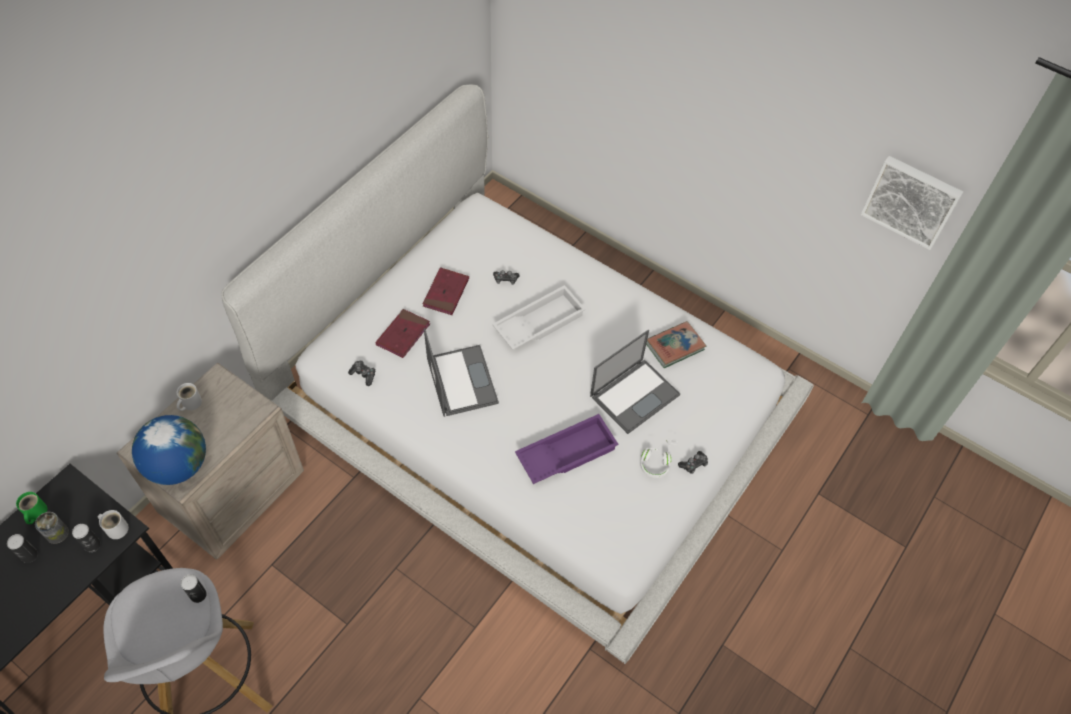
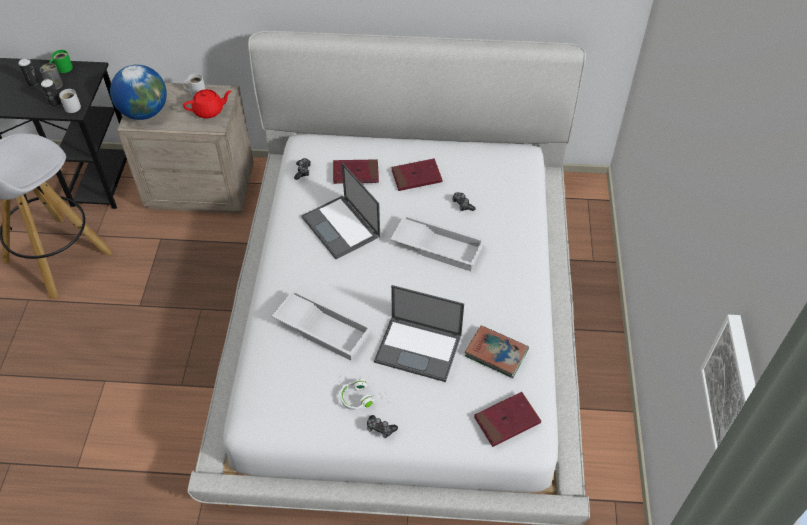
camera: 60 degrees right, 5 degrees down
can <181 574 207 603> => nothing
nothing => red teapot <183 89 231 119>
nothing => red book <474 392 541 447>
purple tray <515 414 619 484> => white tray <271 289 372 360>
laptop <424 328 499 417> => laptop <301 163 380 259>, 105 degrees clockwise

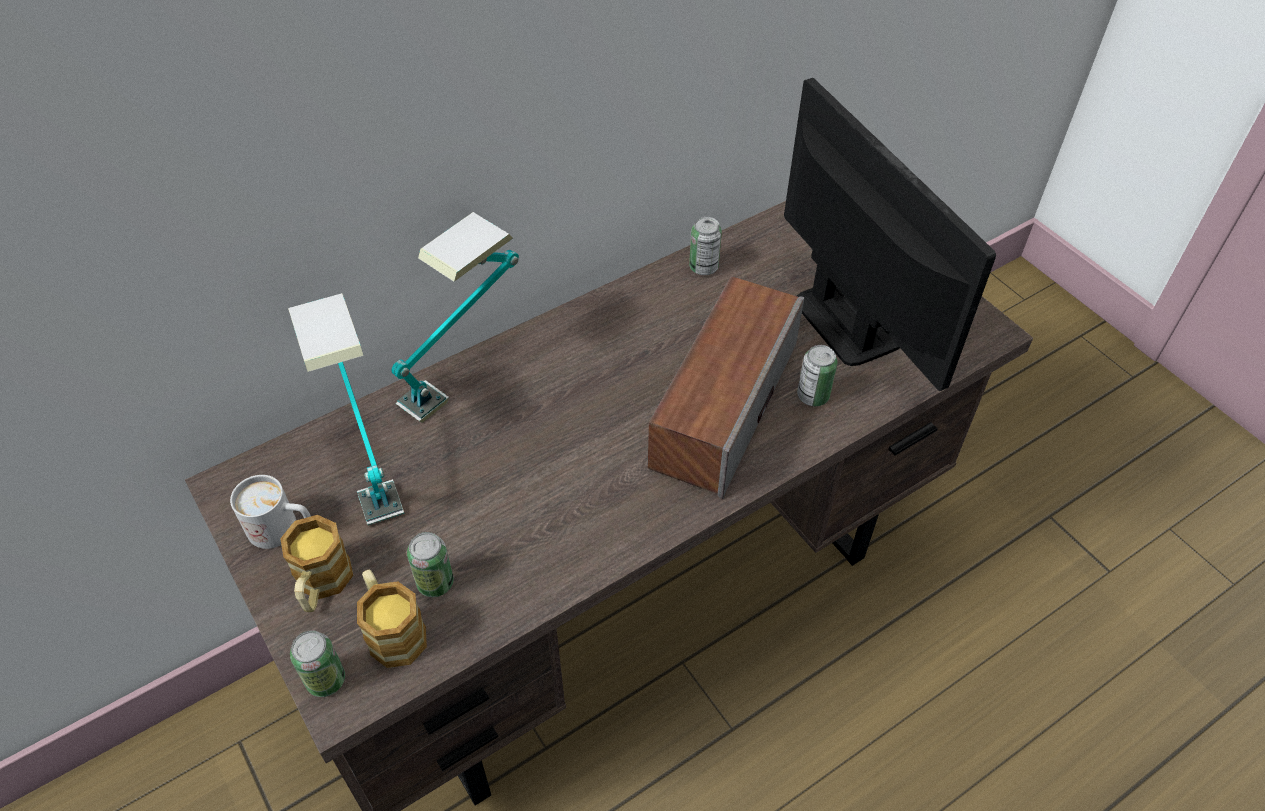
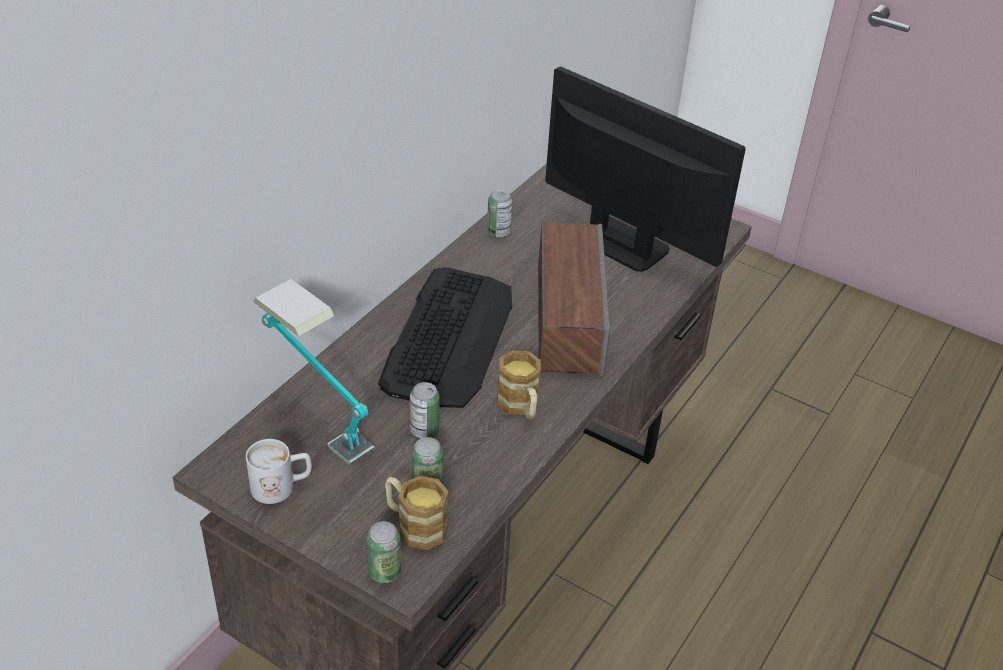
camera: 25 degrees left, 10 degrees down
table lamp <392 212 519 423> => nothing
nothing => keyboard <378 267 512 408>
mug <280 515 353 612> => mug <497 350 541 419>, relocated
can <797 345 838 406> => can <410 382 440 438>, relocated

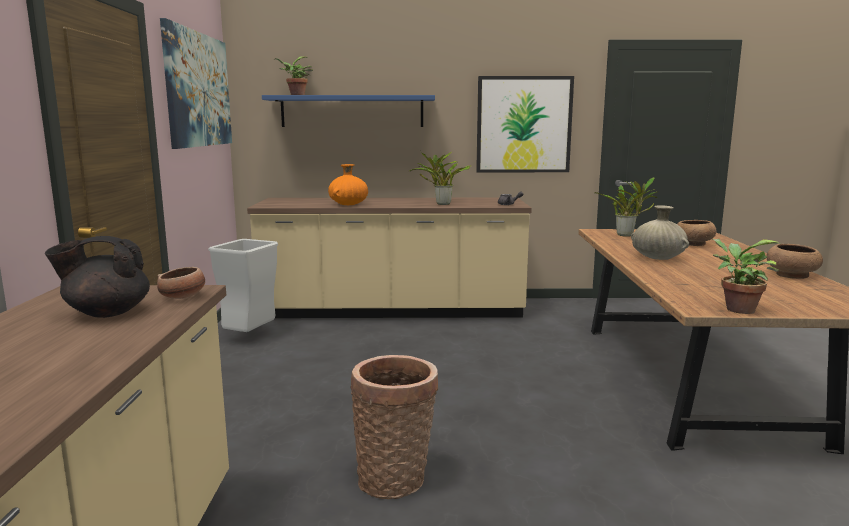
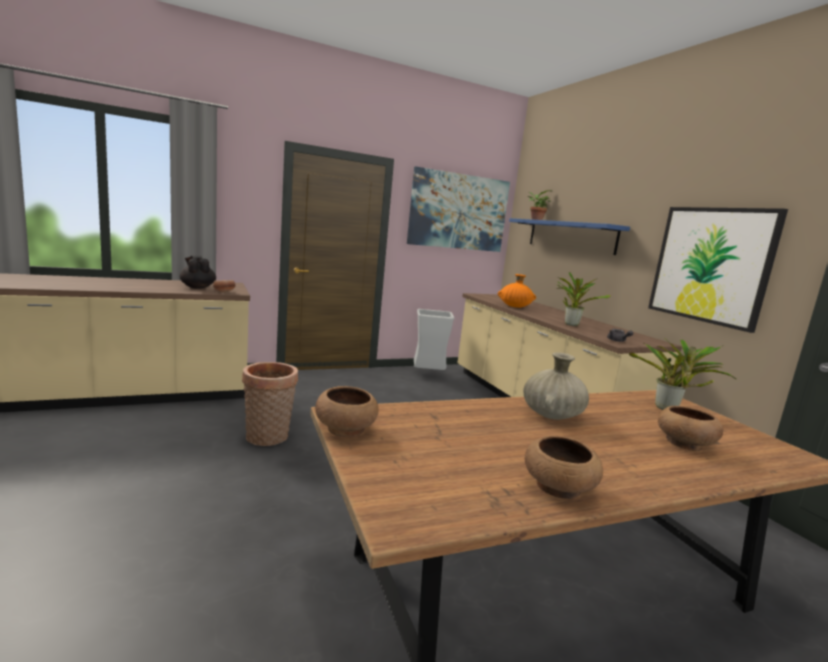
camera: 65 degrees right, 0 degrees up
potted plant <712 239 780 314> => brown bowl <315 386 379 437>

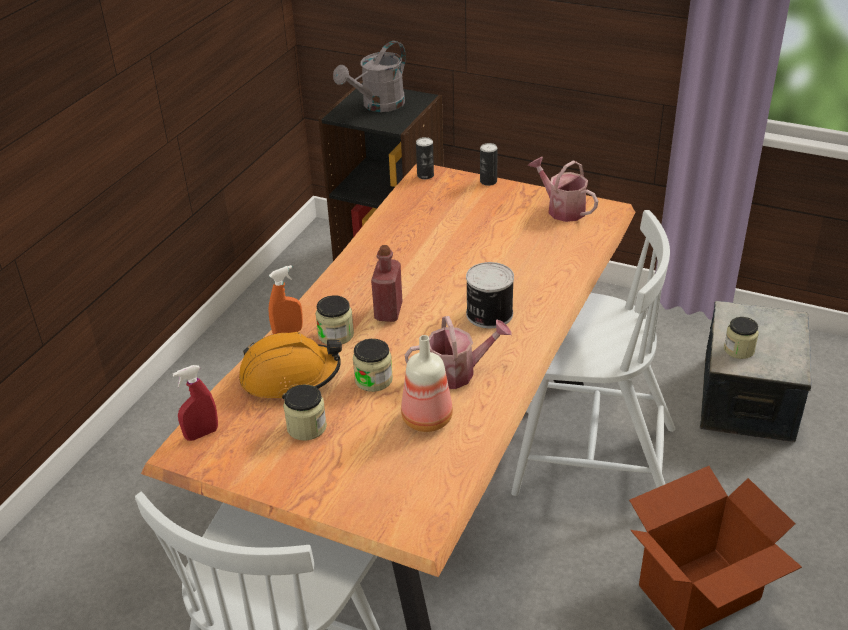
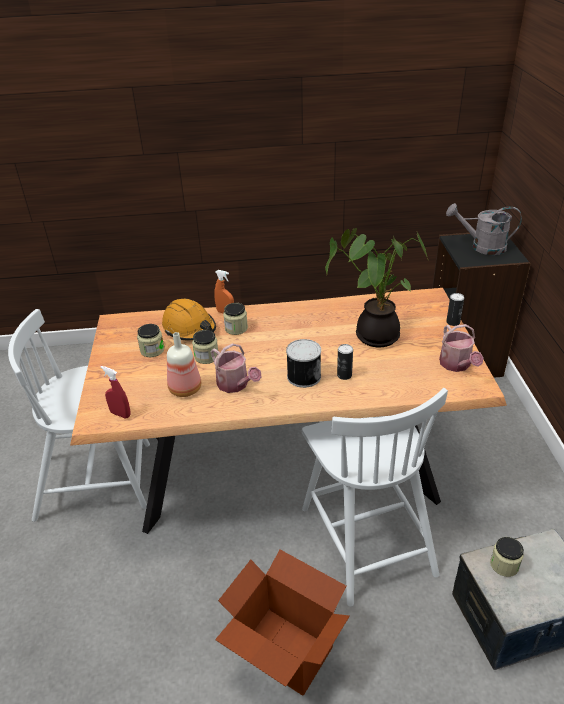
camera: 60 degrees right, 0 degrees up
red bottle <371 245 403 322> => nothing
nothing => potted plant <325 228 428 347>
red spray bottle <173 365 218 441> => red spray bottle <100 366 130 419>, relocated
can <416 137 434 179> => can <337 344 353 380>, relocated
watering can <528 157 598 222> => watering can <439 324 484 372>, 150 degrees clockwise

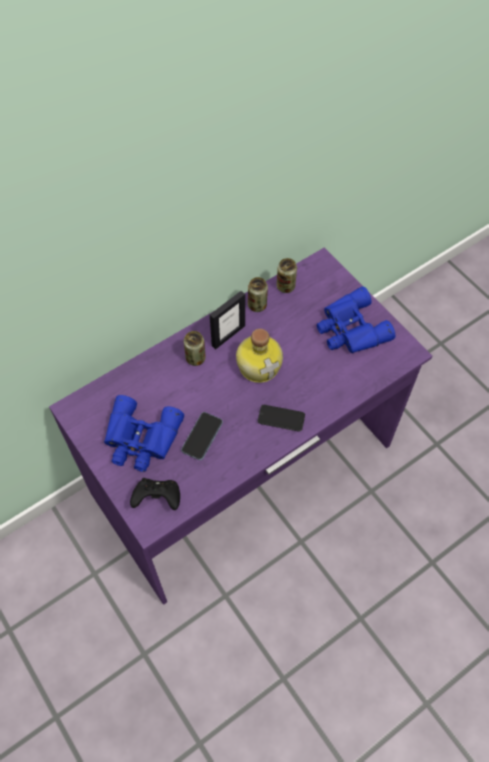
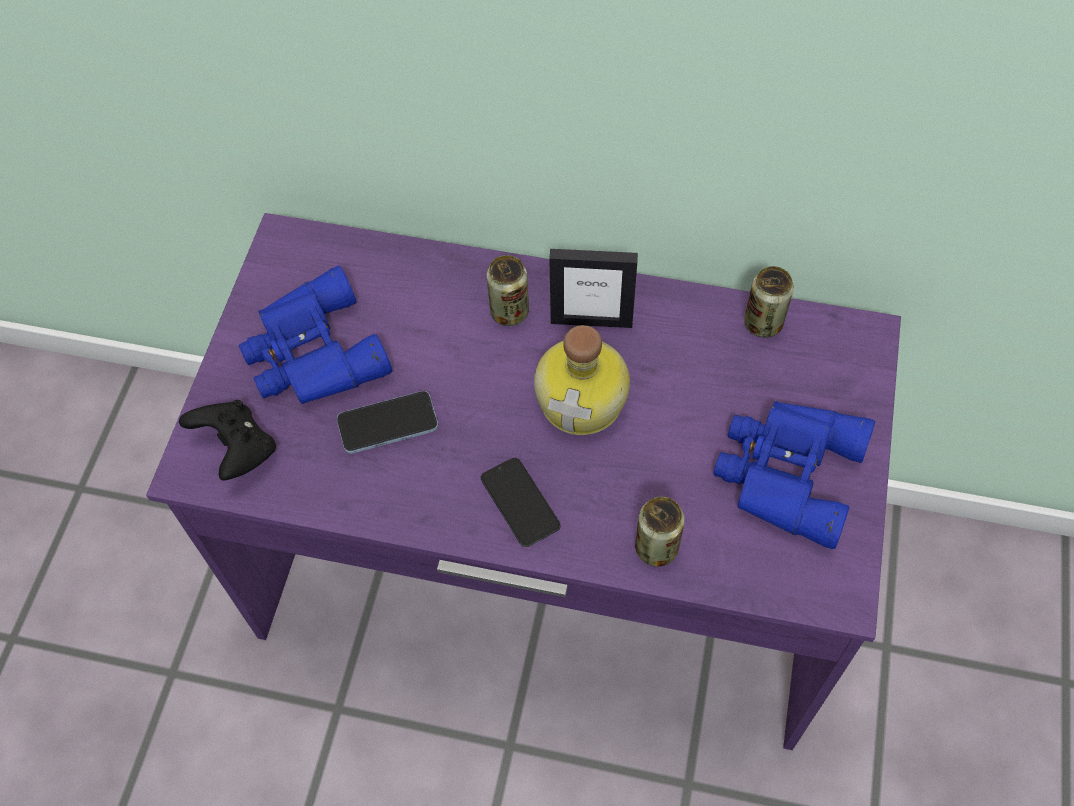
camera: 50 degrees right, 0 degrees up
can <248 277 268 312> => can <635 497 685 567>, relocated

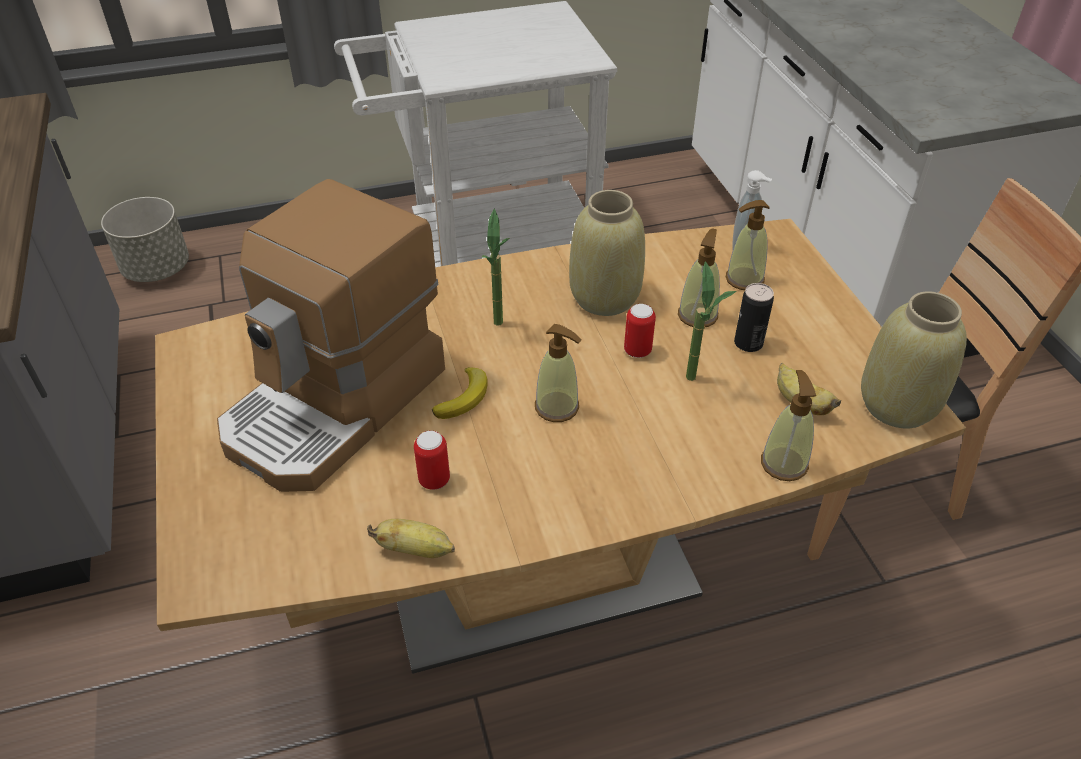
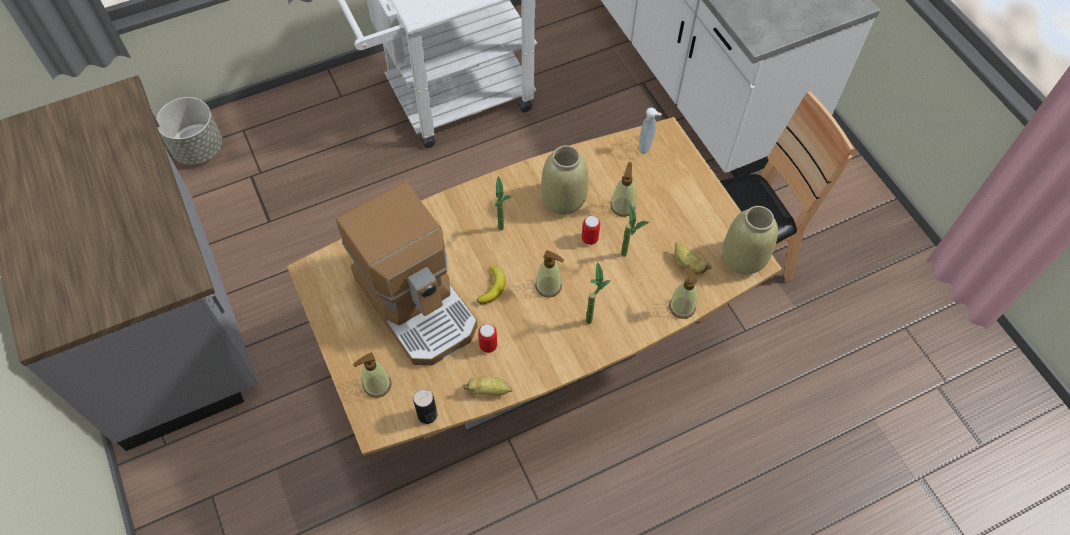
camera: 10 degrees left, 15 degrees up
nothing => potted plant <586 262 611 324>
soap dispenser <726 200 770 290> => soap dispenser <353 352 392 398>, relocated
can <734 283 774 352> => can <413 389 437 424>, relocated
coffee machine <217 179 445 492> => coffee machine <336 182 477 365>, 60 degrees counterclockwise

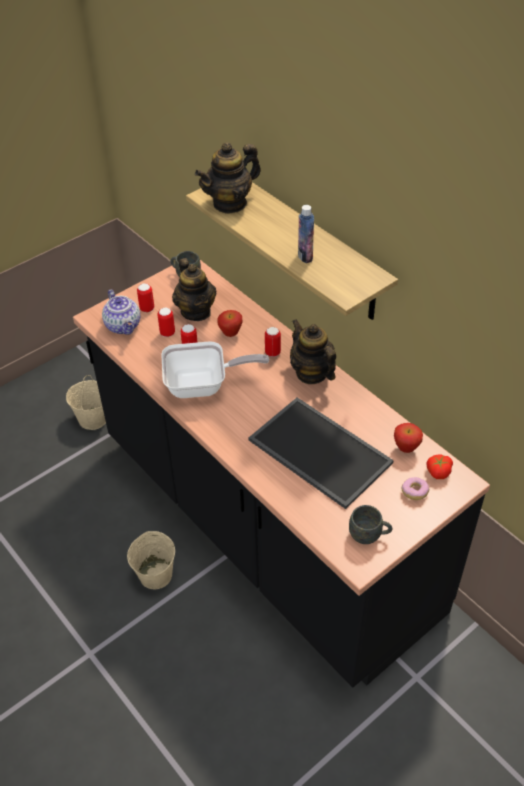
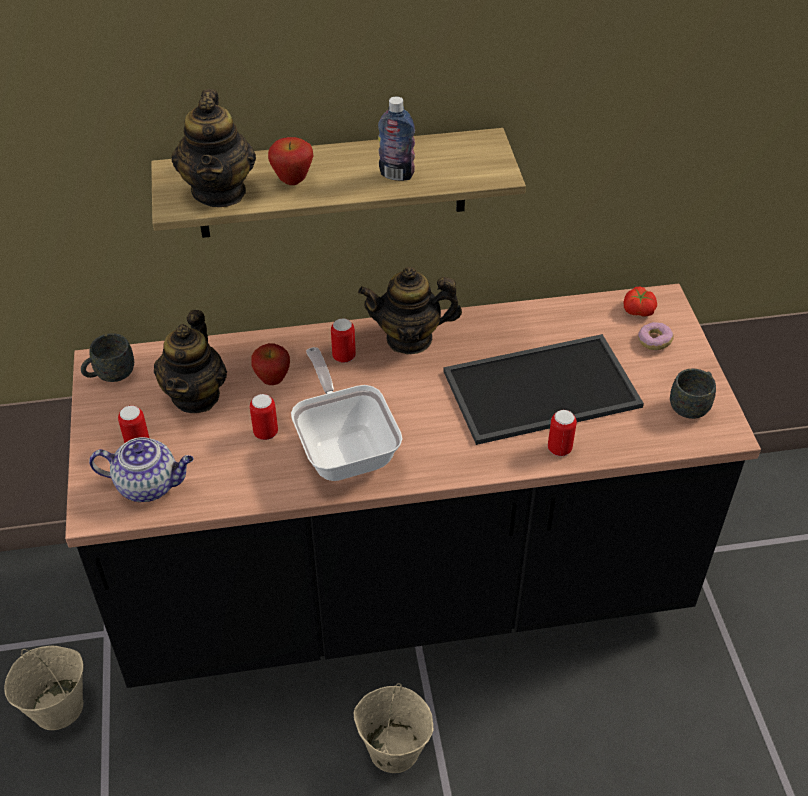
camera: 60 degrees left, 0 degrees up
can <157 308 175 337> => can <548 410 577 456>, relocated
apple <394 423 423 453> => apple <268 137 313 185>, relocated
frying pan <161 342 269 398> => frying pan <291 347 403 481>, 45 degrees counterclockwise
teapot <172 258 217 321> => teapot <154 310 227 413>, 90 degrees clockwise

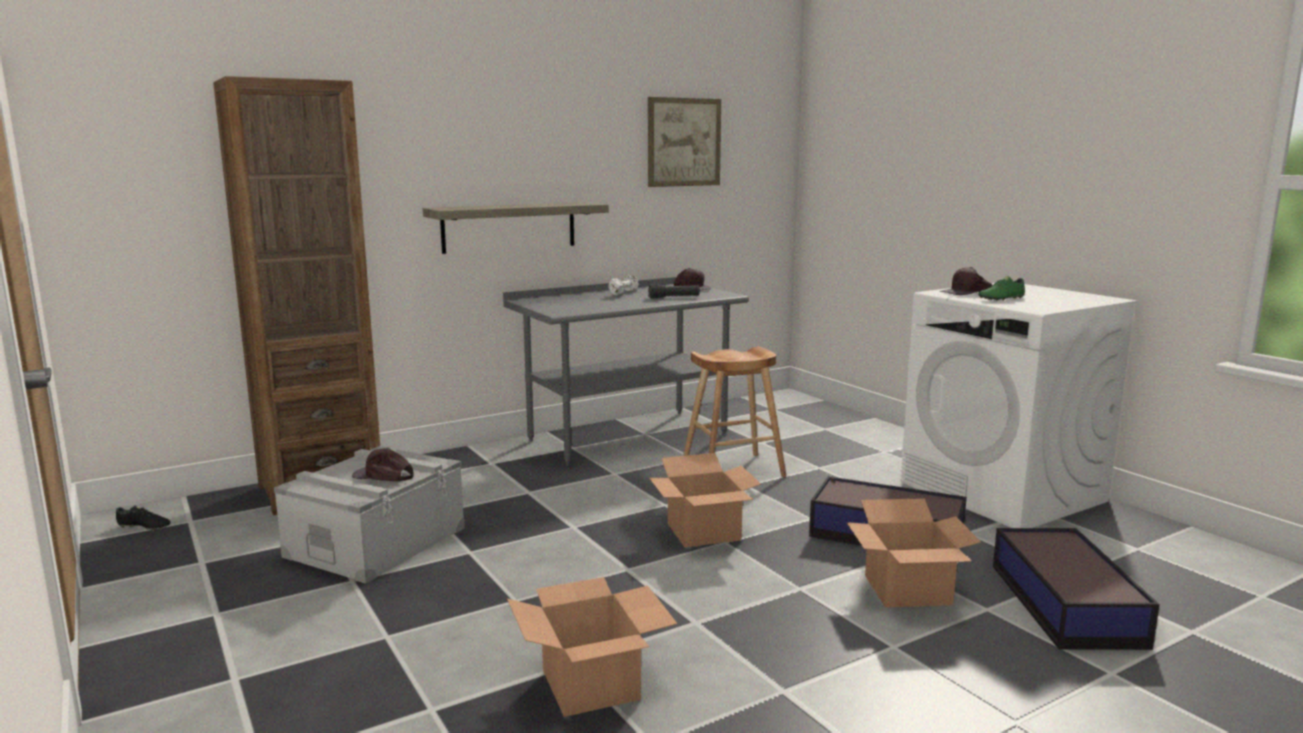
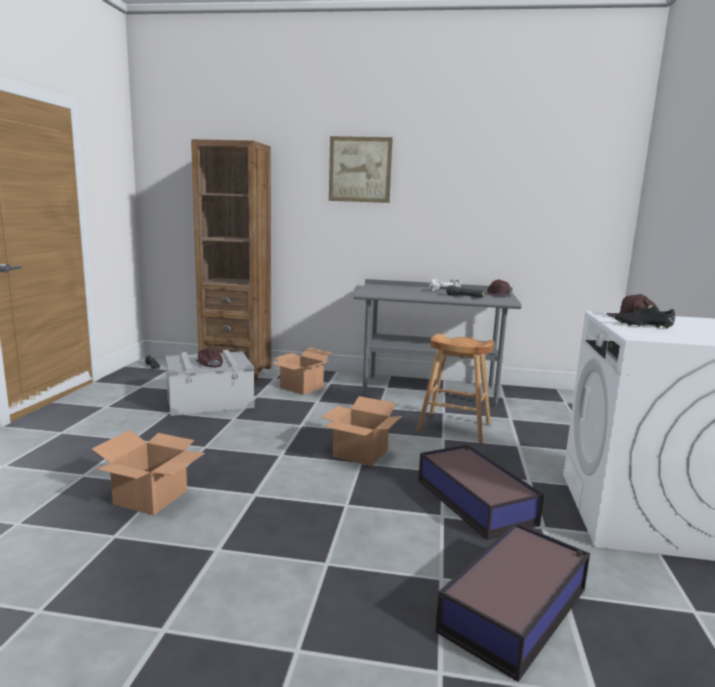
camera: 40 degrees right, 0 degrees up
shelf <423 202 609 254> => nothing
picture <648 97 721 187> => picture <329 136 393 203>, relocated
cardboard box <847 498 981 607> => cardboard box <270 348 332 395>, relocated
green shoe <978 276 1025 301> => black shoe <615 304 675 329>

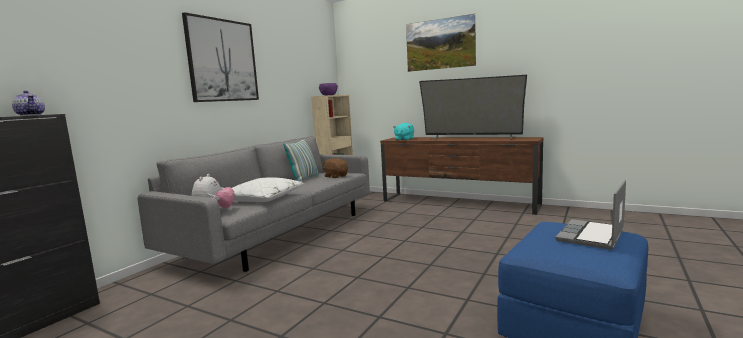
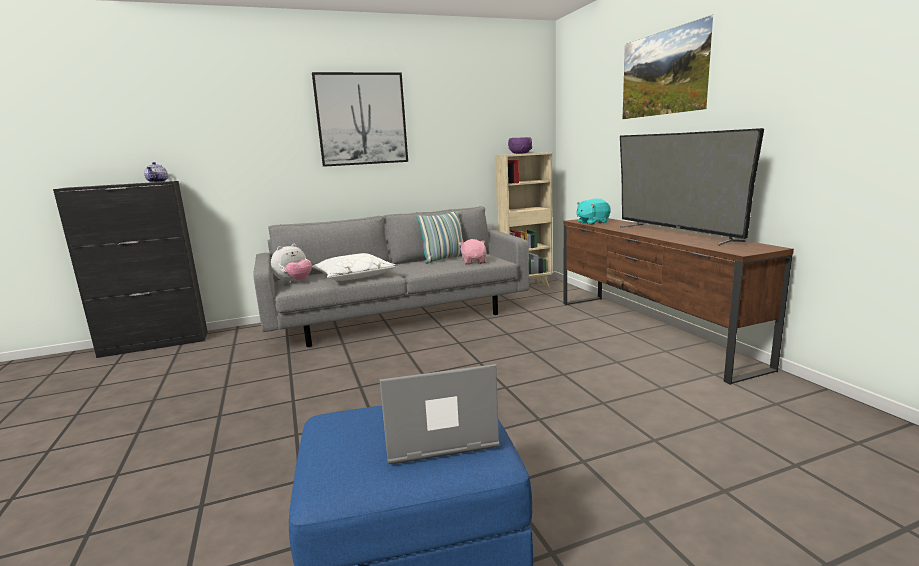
camera: 40 degrees right, 5 degrees up
brown plush toy <322 158 348 178> => pink plush toy <459 239 487 265>

